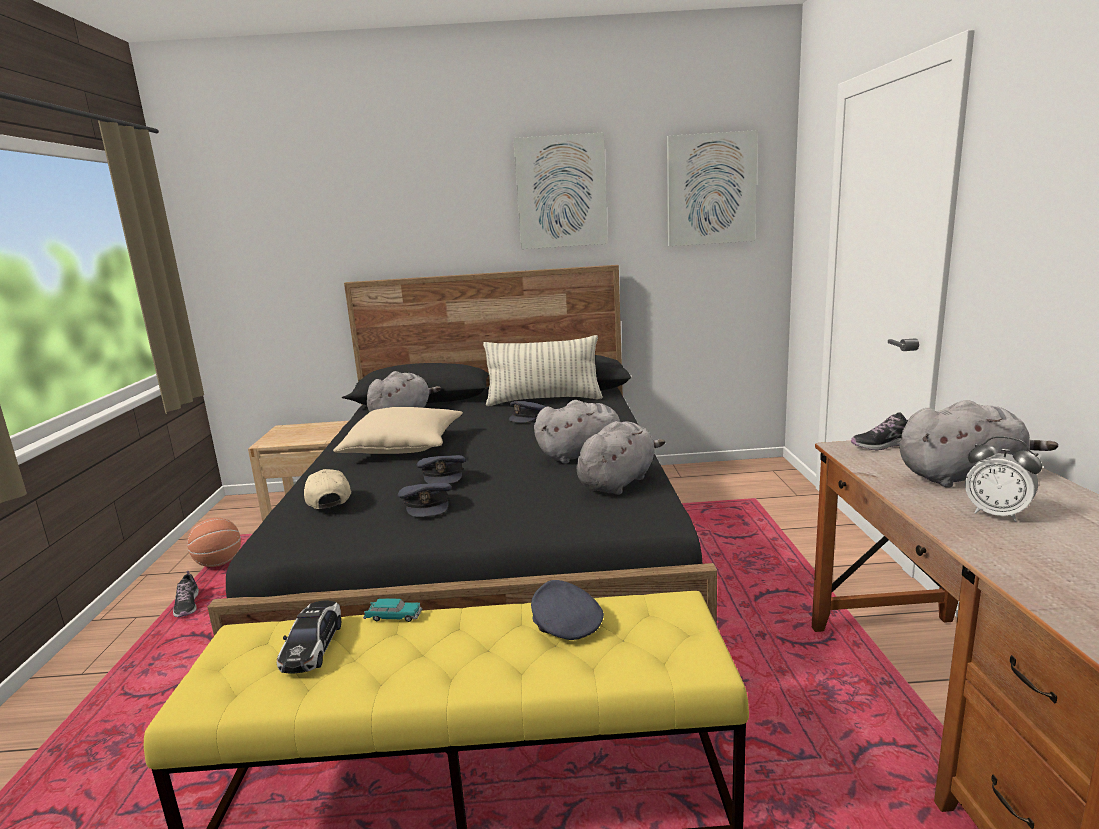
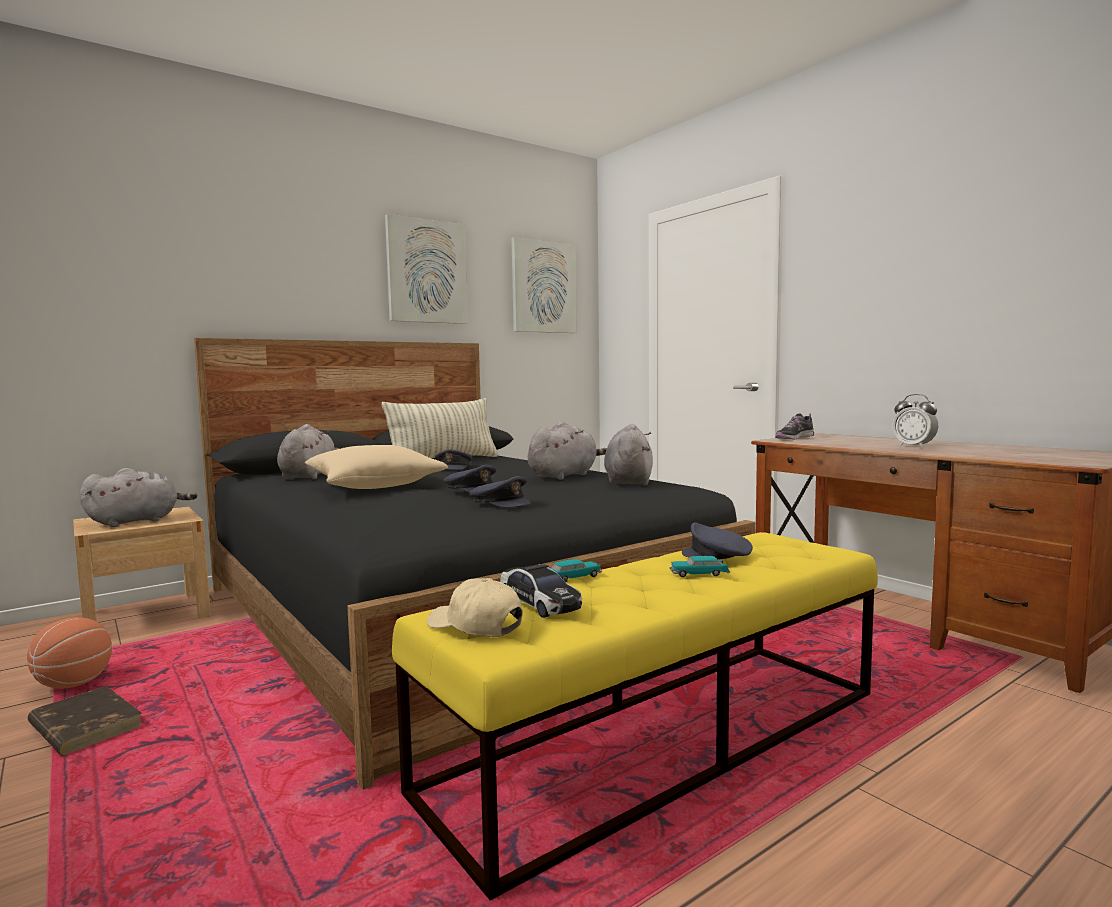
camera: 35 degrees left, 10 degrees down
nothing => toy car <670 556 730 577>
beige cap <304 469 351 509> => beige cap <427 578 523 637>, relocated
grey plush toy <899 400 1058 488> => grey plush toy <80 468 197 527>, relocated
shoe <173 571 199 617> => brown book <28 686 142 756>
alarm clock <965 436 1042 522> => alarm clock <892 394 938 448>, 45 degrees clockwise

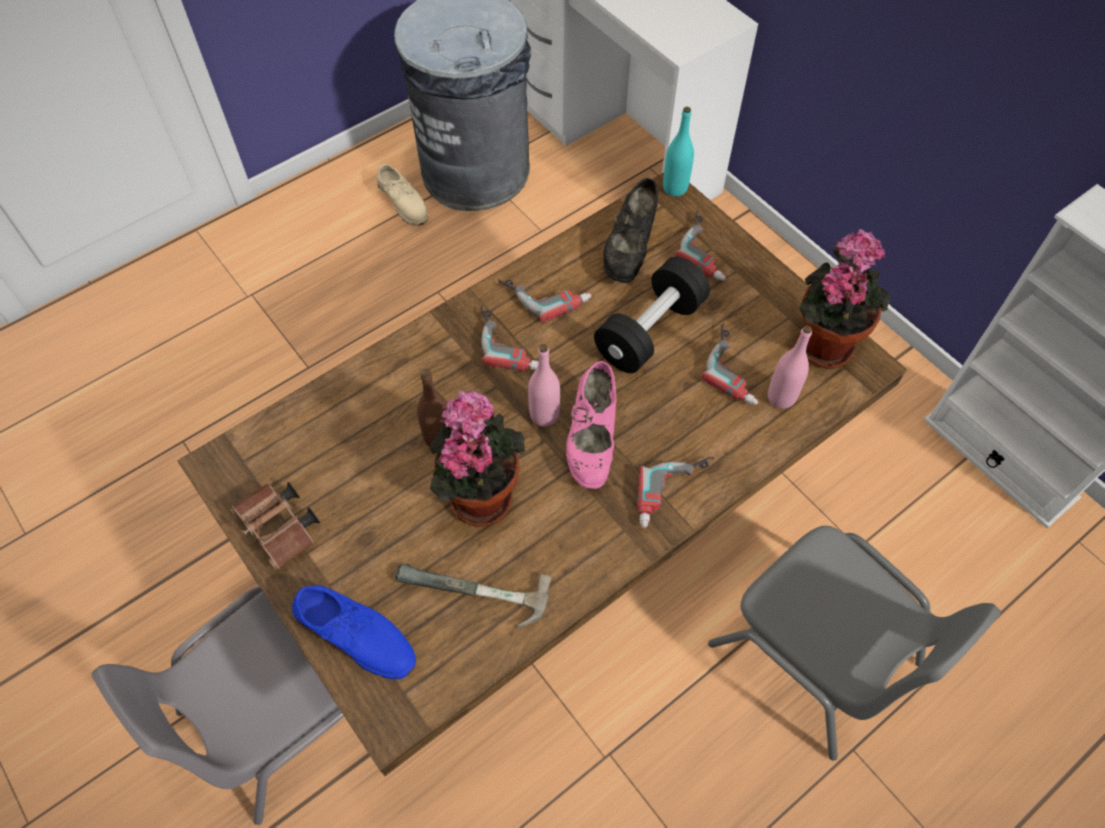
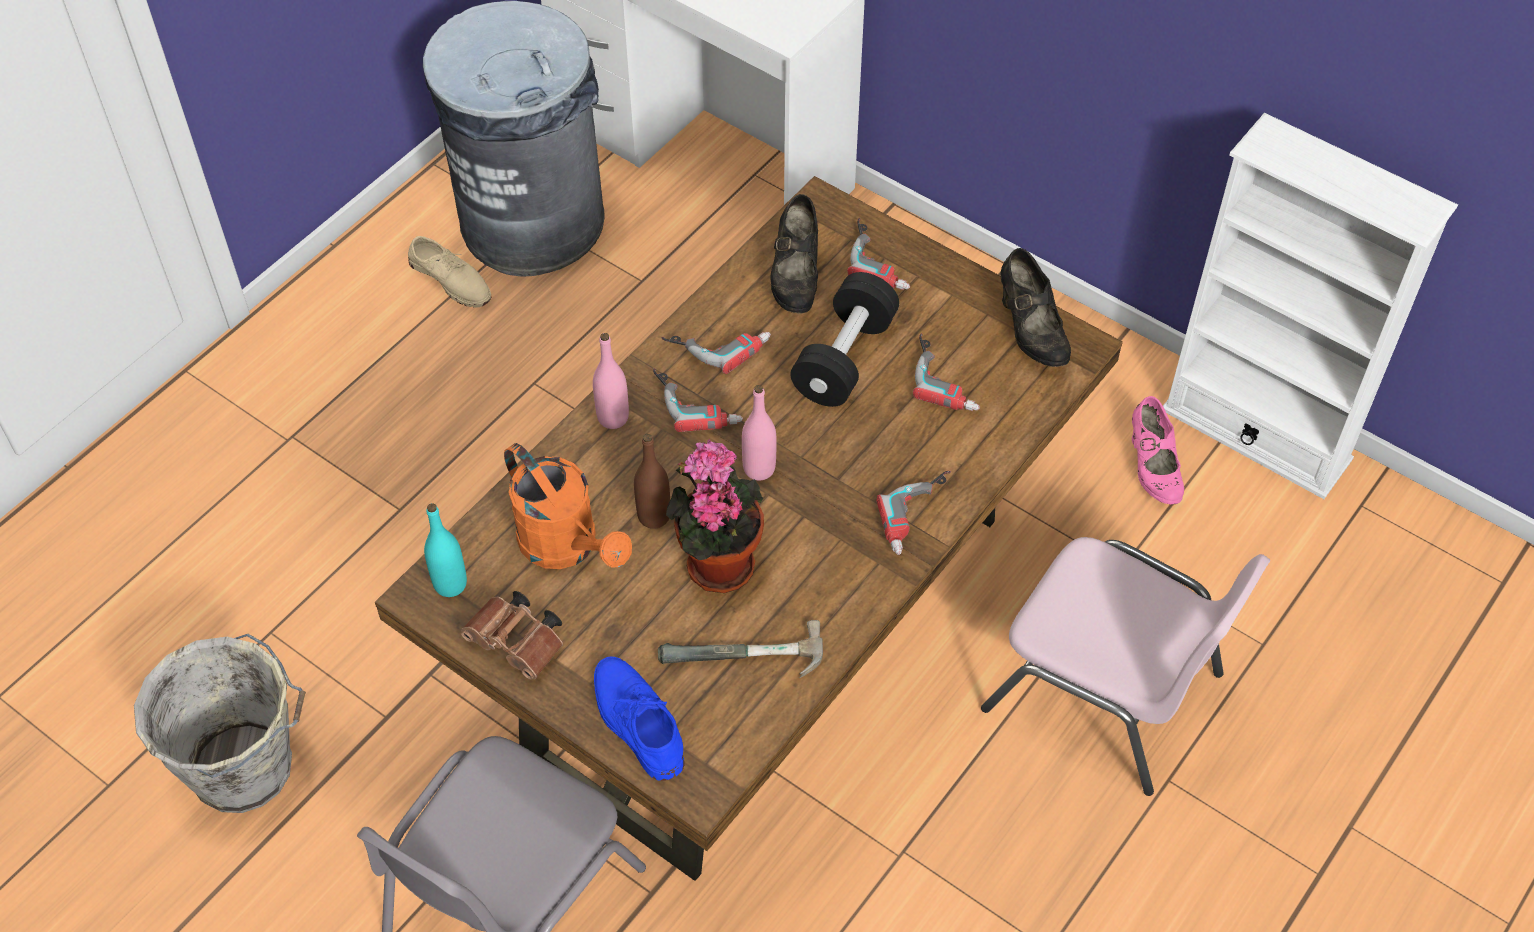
camera: 15 degrees left, 5 degrees down
nothing => grey bucket <134 634 306 813>
nothing => orange watering can <504 443 632 569>
pink shoe <566 361 616 489> => pink shoe <1132 396 1184 505>, relocated
turquoise bottle <663 107 694 197> => turquoise bottle <424 503 467 597>, relocated
pink bottle <768 326 812 409> => pink bottle <593 333 629 429>, relocated
potted plant <797 229 890 369> => black shoe <1000 248 1071 367>
grey chair <708 526 1001 761> => pink chair <981 537 1270 796>
blue shoe <292 585 416 679> => blue shoe <594 657 685 781>, 135 degrees counterclockwise

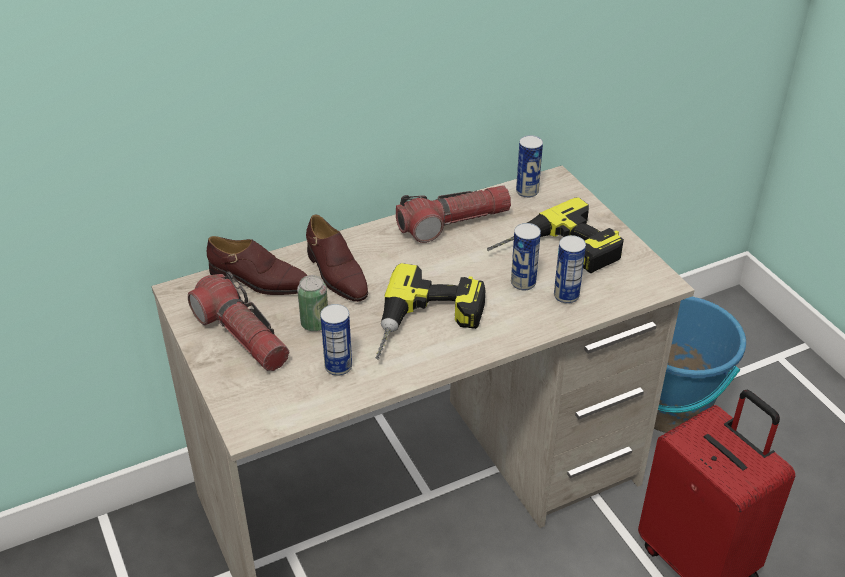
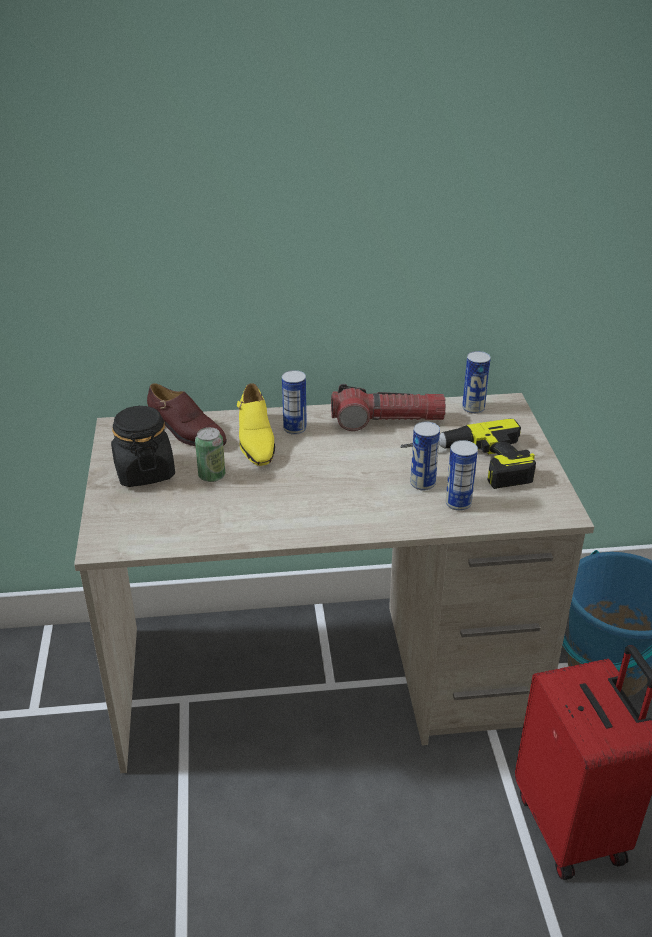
camera: 20 degrees right, 5 degrees down
power drill <375 263 485 360> => nothing
can <320 304 352 376> => can <282 370 307 435>, relocated
flashlight <188 271 289 371> => black jar <111 406 175 487>
brown shoe <306 215 368 302> => yellow shoe <237 383 275 466>

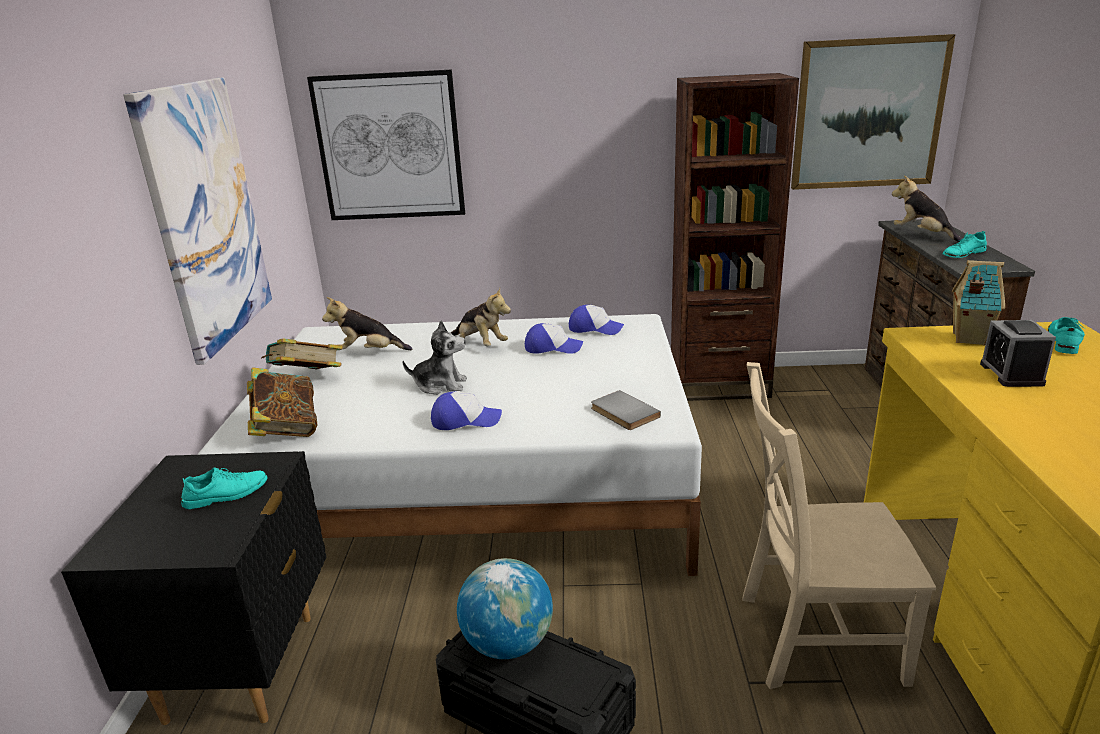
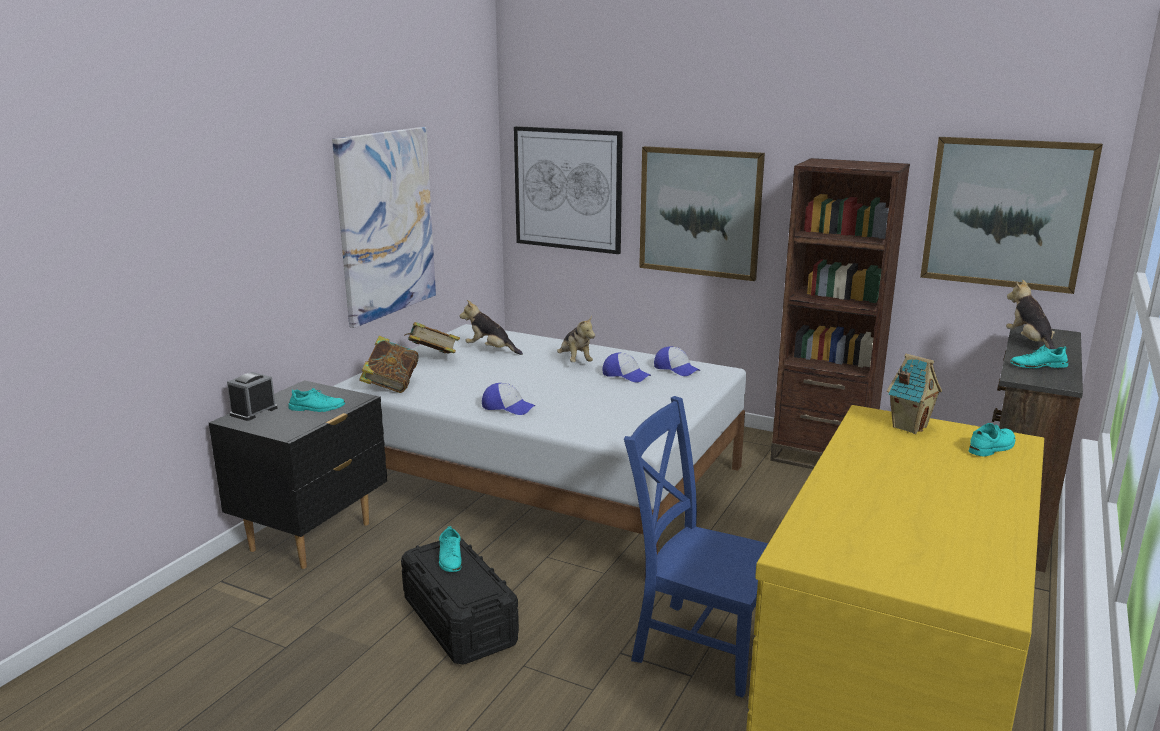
camera: 25 degrees right, 5 degrees down
plush toy <403 320 467 395> => nothing
grey book <591 390 661 430> => nothing
nothing => picture <639 146 765 281>
alarm clock <980 320 1056 387> => alarm clock <227 372 277 421>, relocated
globe <457 558 553 659> => turquoise shoe <439 526 462 572>
beige chair <742 362 936 689> => blue chair <624 396 768 698>

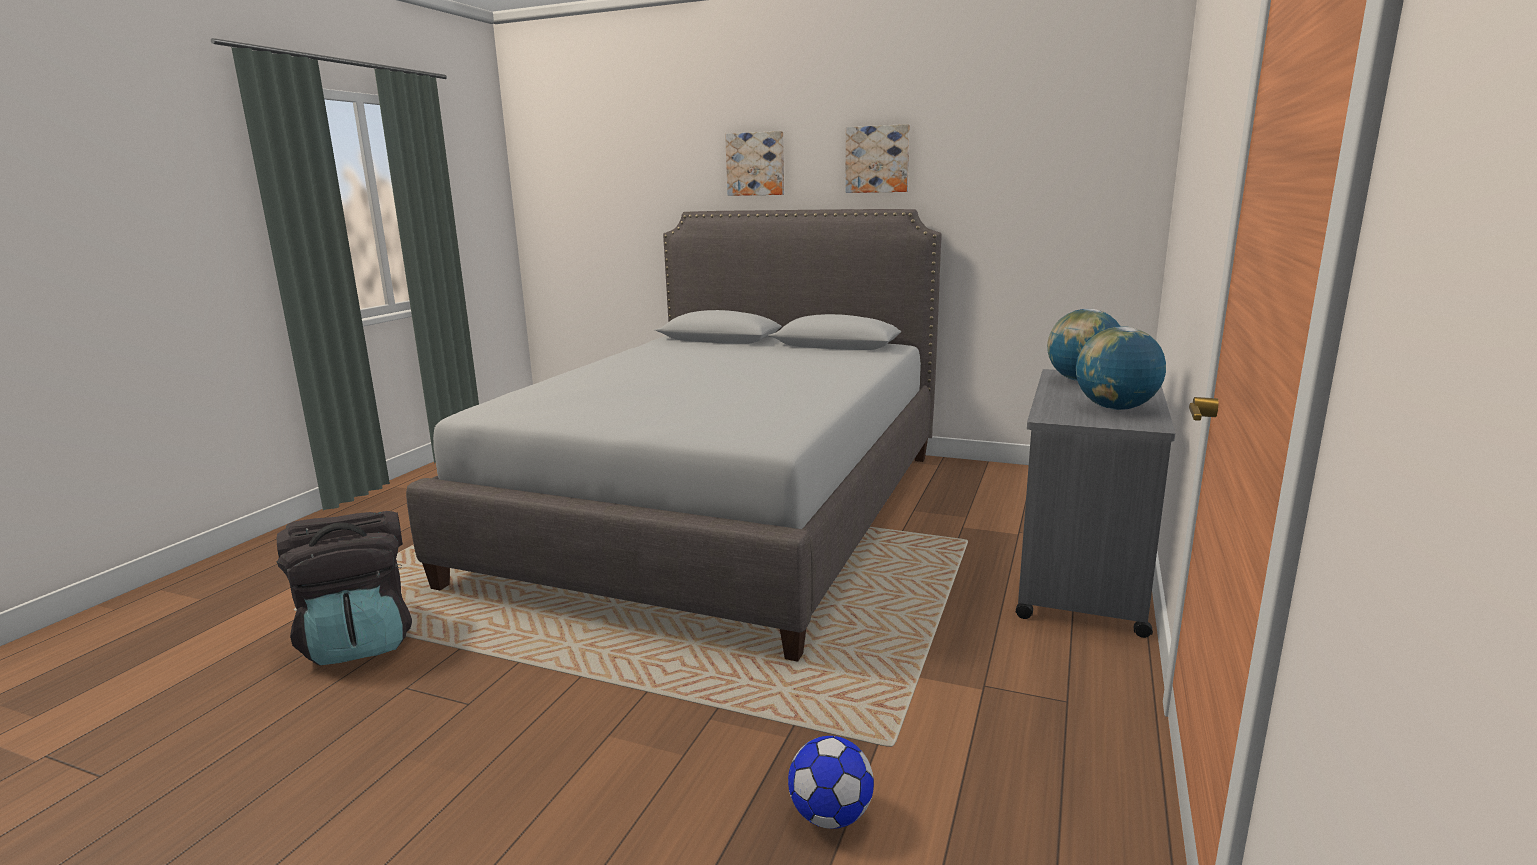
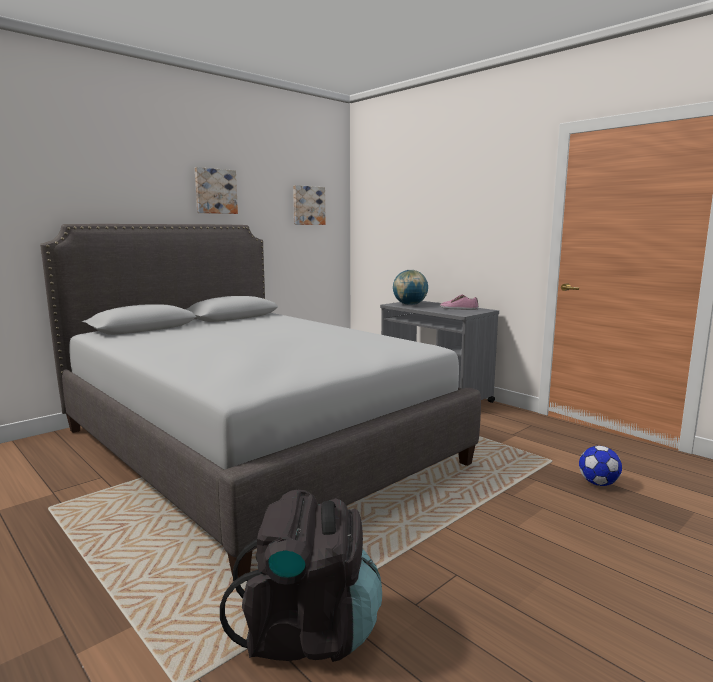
camera: 65 degrees left, 5 degrees down
picture <725 131 784 196> => picture <293 185 326 225>, relocated
globe <1076 326 1166 410> => shoe <440 294 478 310>

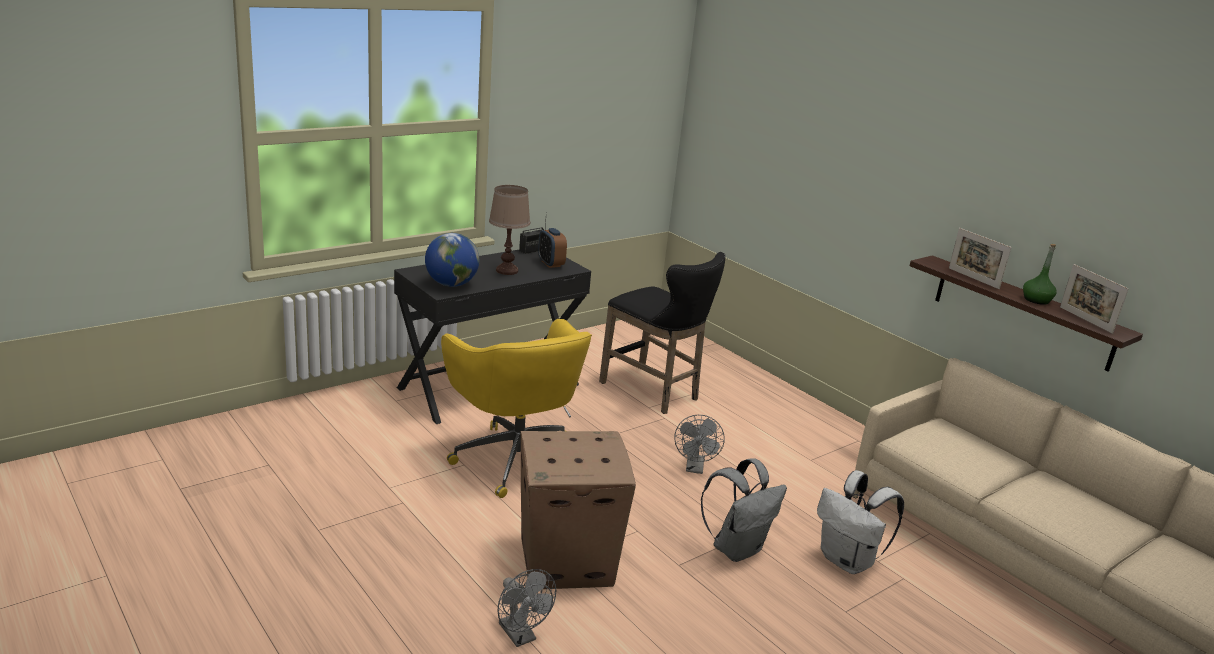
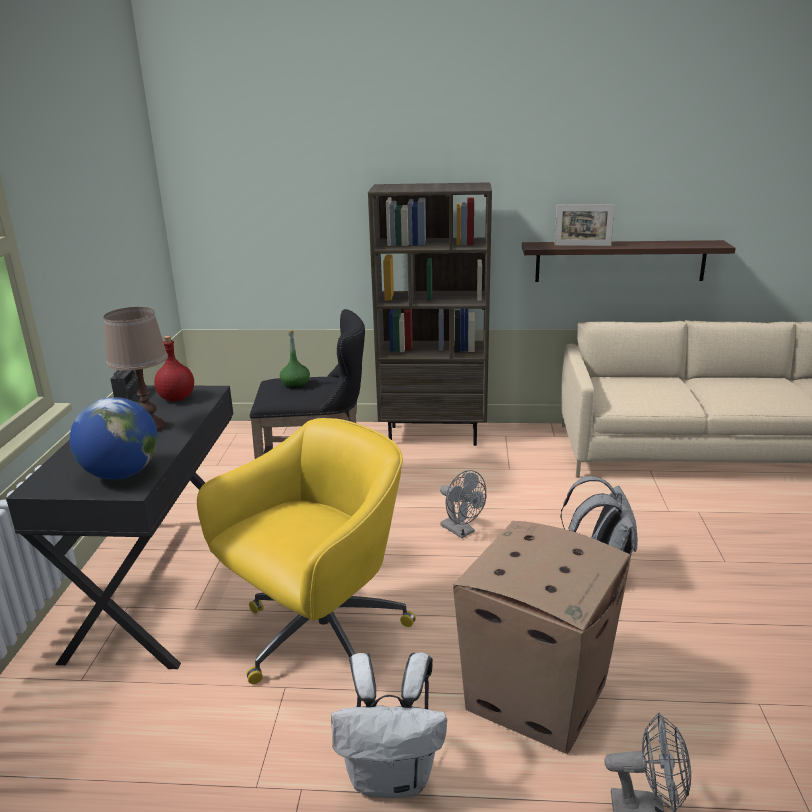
camera: 45 degrees left, 0 degrees up
picture frame <1060 264 1129 334> => nothing
nothing => brown bookcase <368 182 492 446>
white backpack <817 470 904 574> => white backpack <331 653 447 798>, relocated
green bottle <1023 244 1057 305> => green bottle <280 330 310 389>, relocated
alarm clock <538 228 567 268> => red bottle <154 336 194 401>
yellow office chair <441 319 592 498> => yellow office chair <197 418 416 684>, 60 degrees counterclockwise

